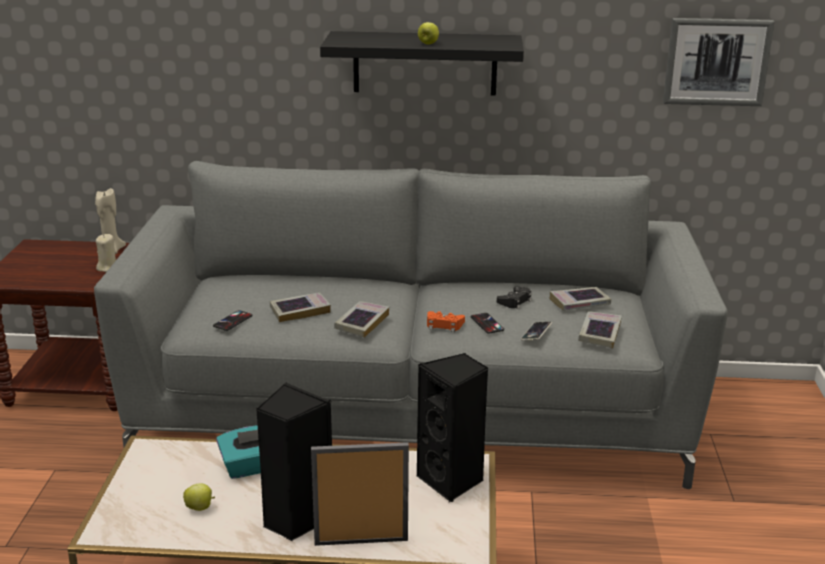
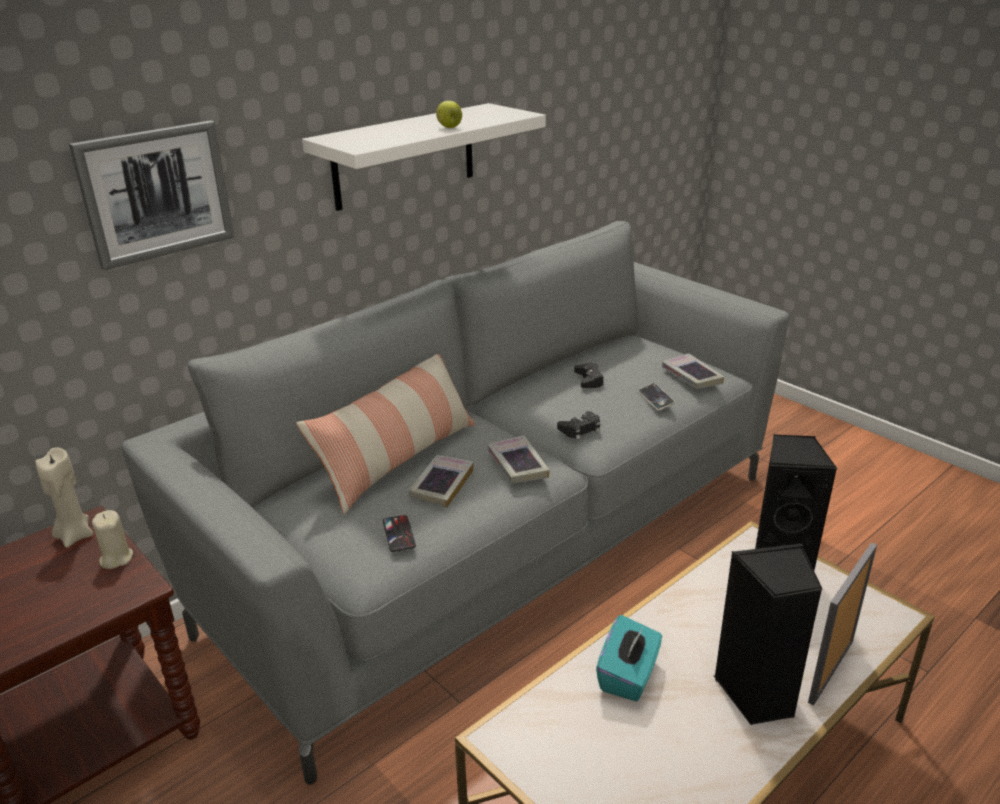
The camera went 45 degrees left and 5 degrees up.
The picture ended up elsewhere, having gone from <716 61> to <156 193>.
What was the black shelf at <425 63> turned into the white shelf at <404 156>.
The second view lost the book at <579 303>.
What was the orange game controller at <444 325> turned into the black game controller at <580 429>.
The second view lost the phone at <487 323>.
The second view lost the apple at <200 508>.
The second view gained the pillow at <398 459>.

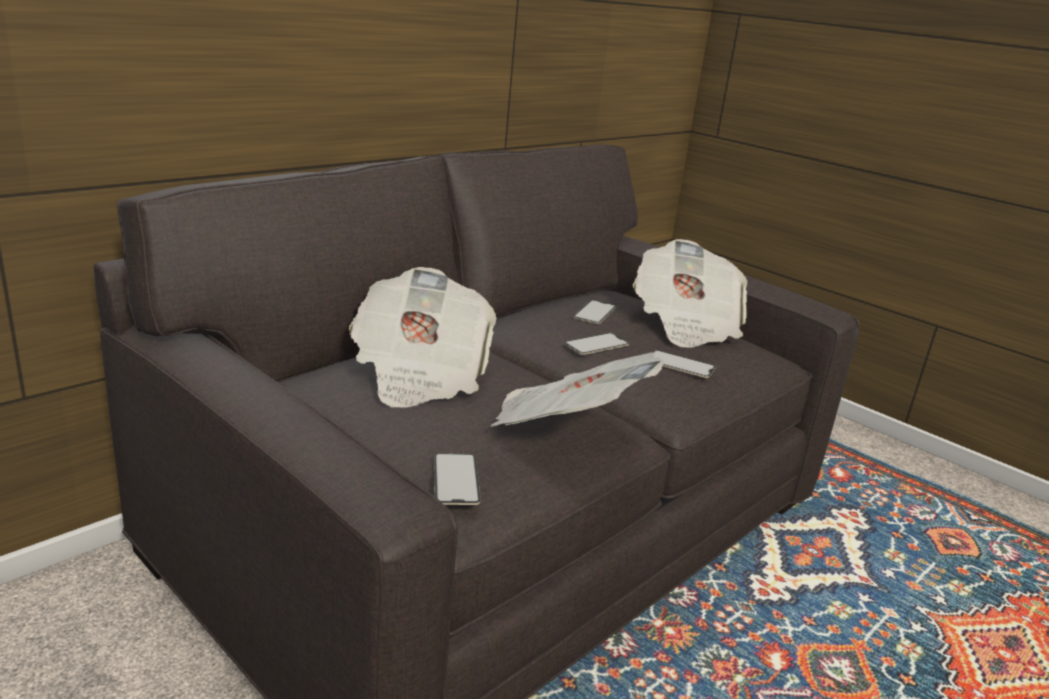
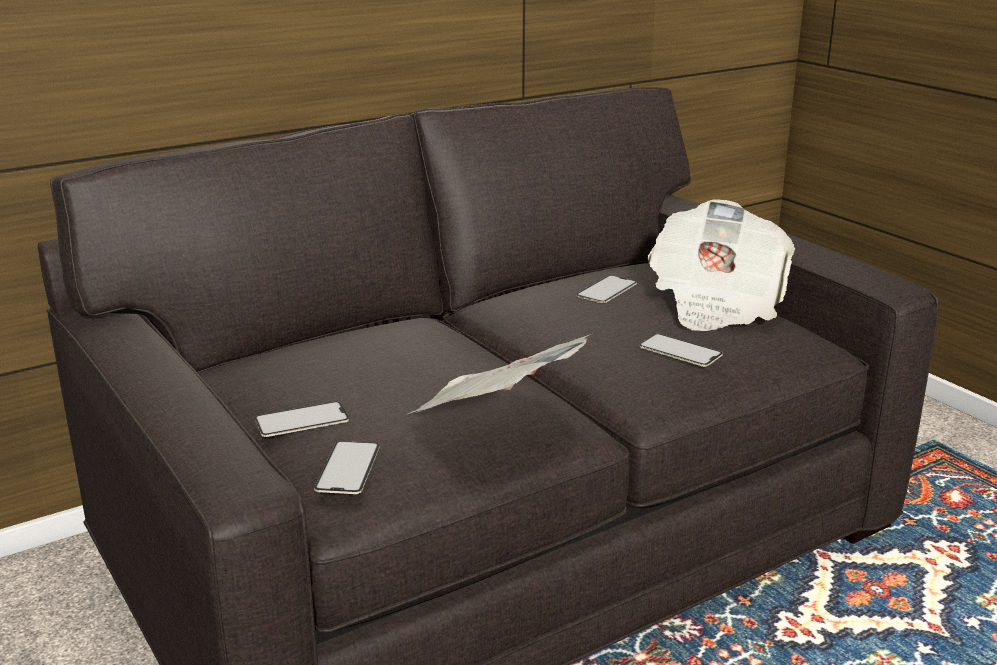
The camera went 15 degrees right and 0 degrees up.
The second view lost the newspaper at <420 374>.
The phone ended up elsewhere, having gone from <596 344> to <302 420>.

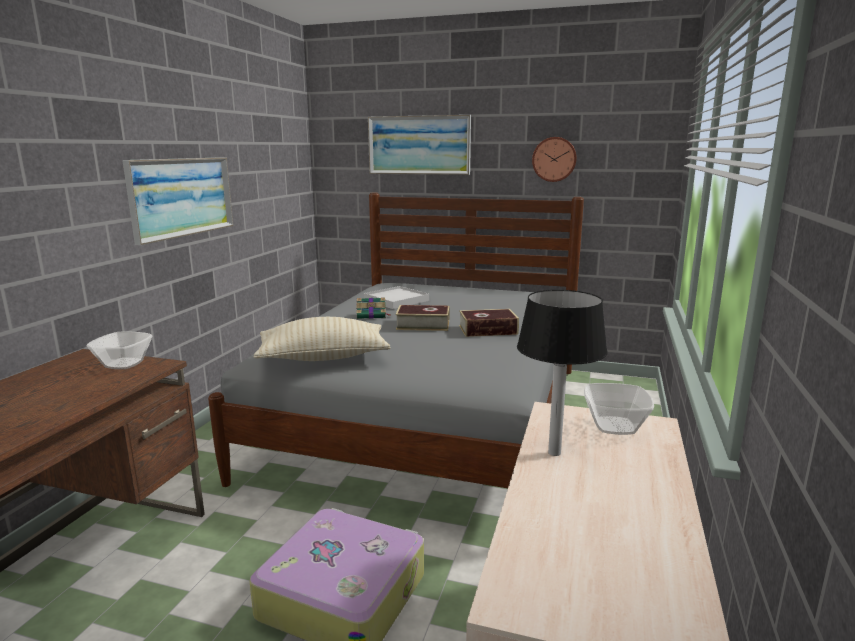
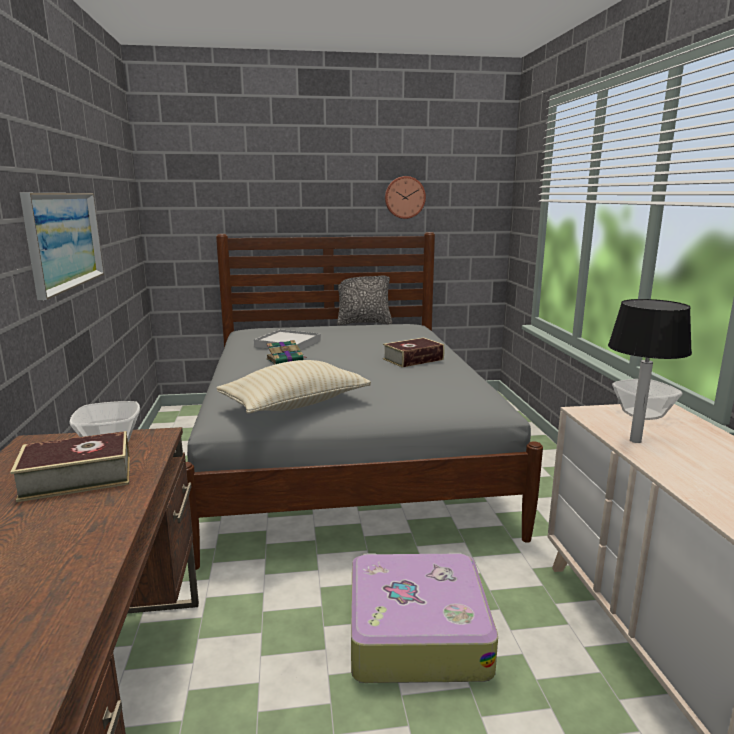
The camera went 25 degrees left and 0 degrees up.
The second view lost the picture at <419 145>.
The book ended up elsewhere, having gone from <423 325> to <77 477>.
The second view gained the pillow at <364 323>.

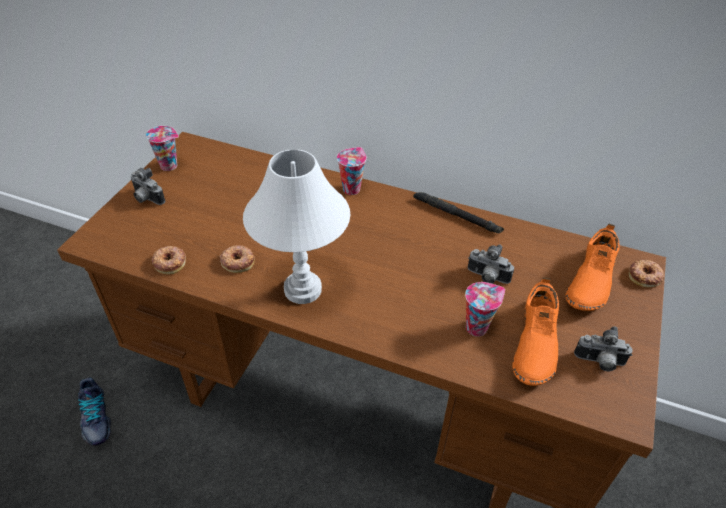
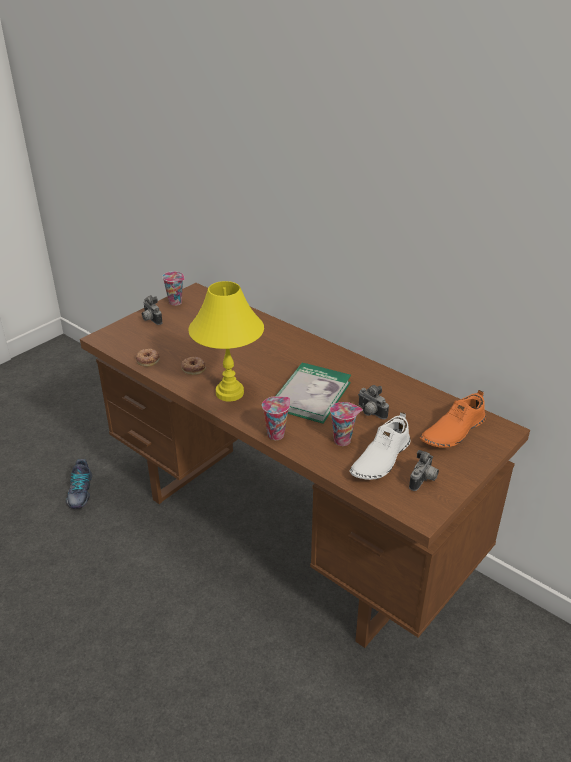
The camera went 20 degrees right and 10 degrees down.
The cup ended up elsewhere, having gone from <351 188> to <276 434>.
What was the white table lamp at <303 289> turned into the yellow table lamp at <230 393>.
The second view lost the black flashlight at <456 215>.
The second view lost the donut at <645 276>.
What was the orange shoe at <534 343> turned into the white shoe at <380 459>.
The photo camera at <599 362> ended up facing another way, 90 degrees counterclockwise from before.
The second view gained the book at <311 395>.

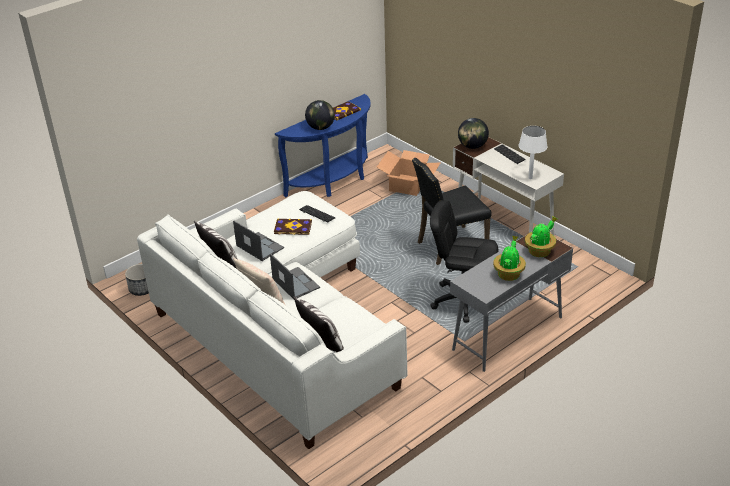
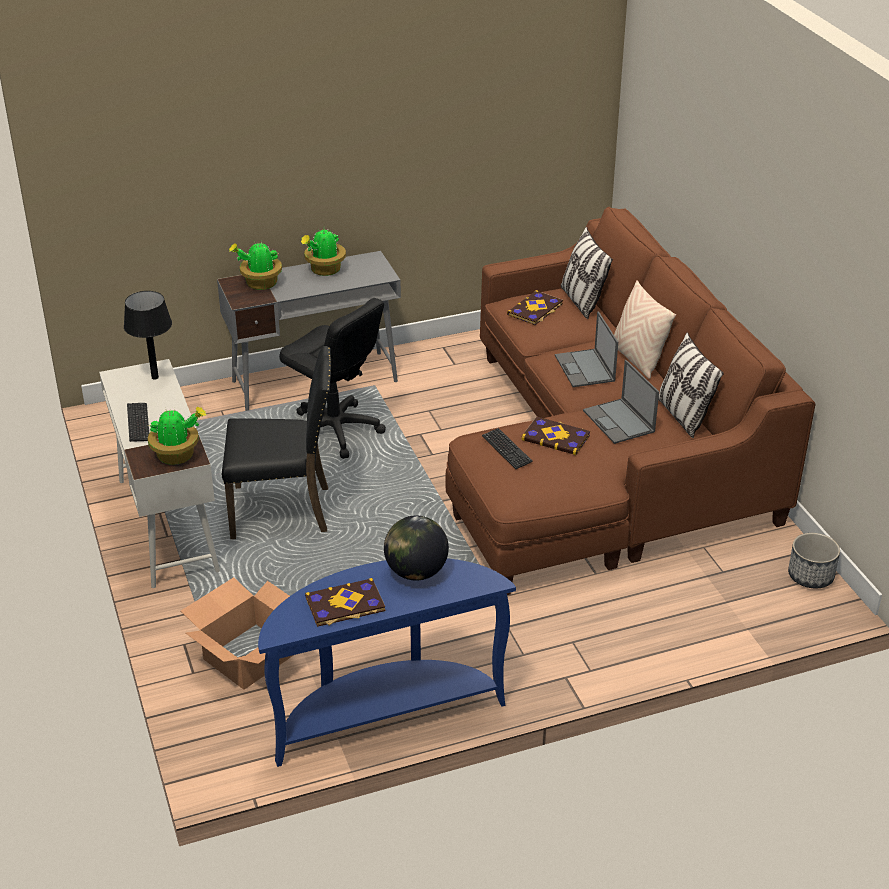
The camera went 160 degrees left and 0 degrees up.
Where the globe stood at <472 146>, the potted plant came to stand at <177 455>.
What was the white table lamp at <530 178> turned into the black table lamp at <155 377>.
What was the white sofa at <282 330> turned into the brown sofa at <603 457>.
The second view gained the book at <536 310>.

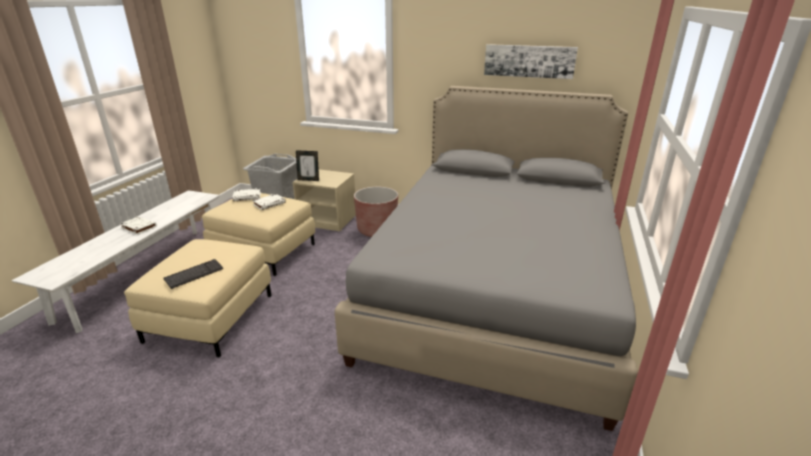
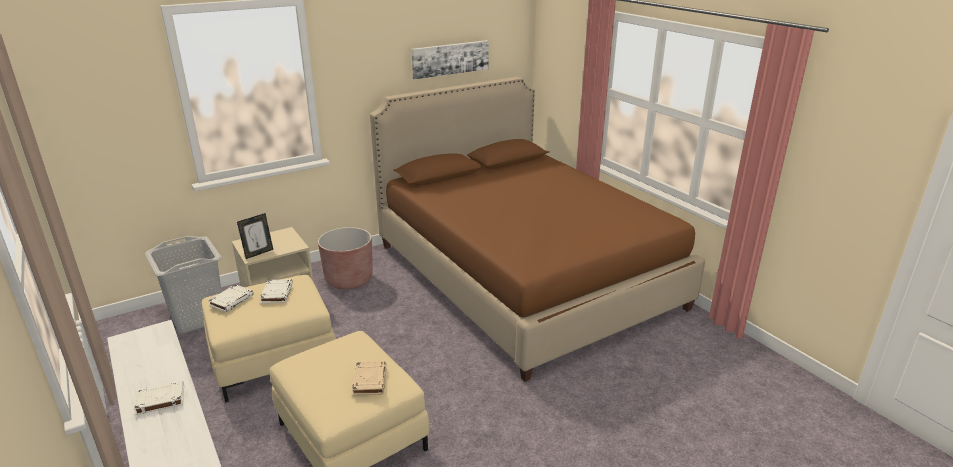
The camera went 50 degrees left and 0 degrees up.
What was the grey bed at <494 292> turned into the brown bed at <523 275>.
Where the keyboard stood at <194 274>, the beige book came to stand at <369 380>.

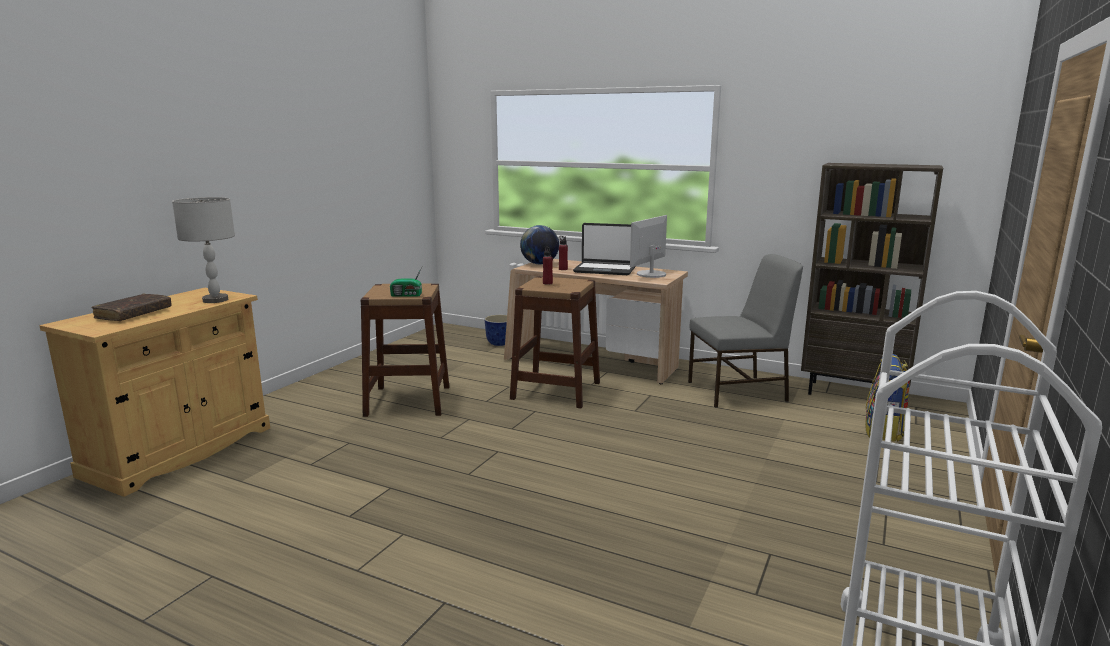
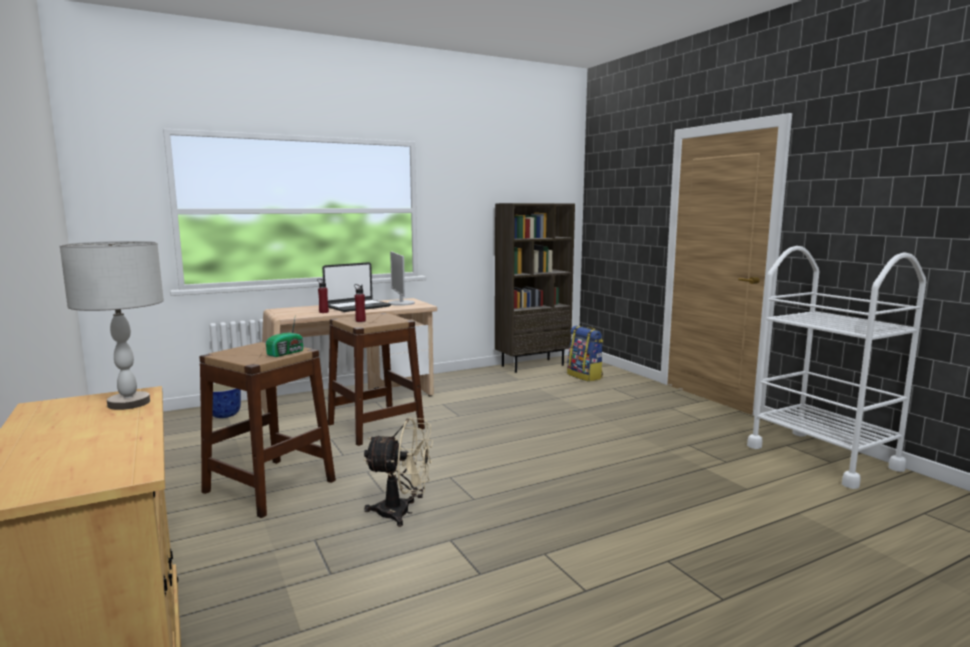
The camera went 55 degrees left and 5 degrees down.
The second view lost the globe at <539 264>.
The second view lost the grey chair at <738 391>.
The second view lost the brown book at <134 314>.
The second view gained the beige fan at <402 513>.

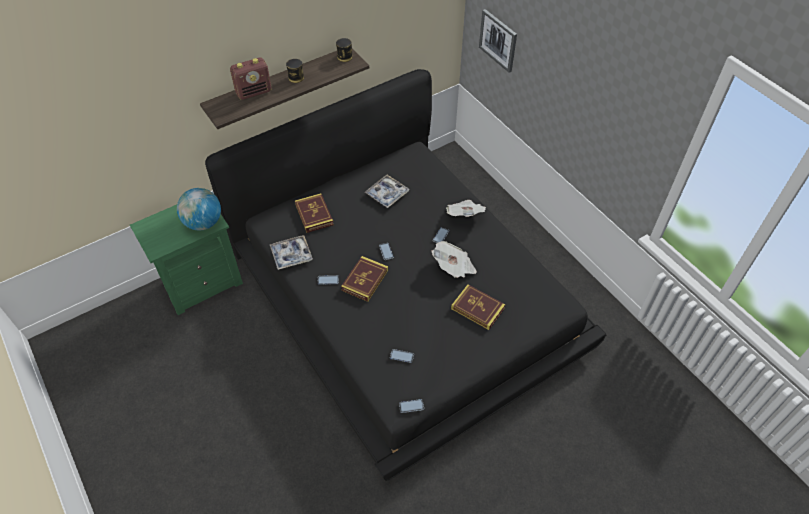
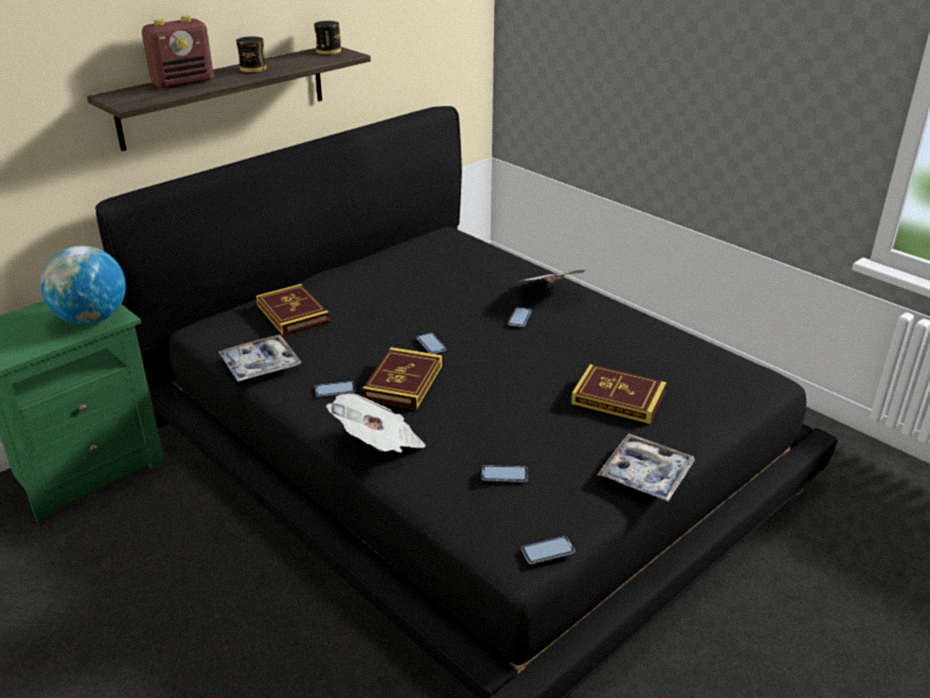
The camera went 10 degrees left and 20 degrees down.
The second view lost the picture at <498 40>.
The tray ended up elsewhere, having gone from <387 194> to <645 475>.
The newspaper ended up elsewhere, having gone from <454 267> to <378 444>.

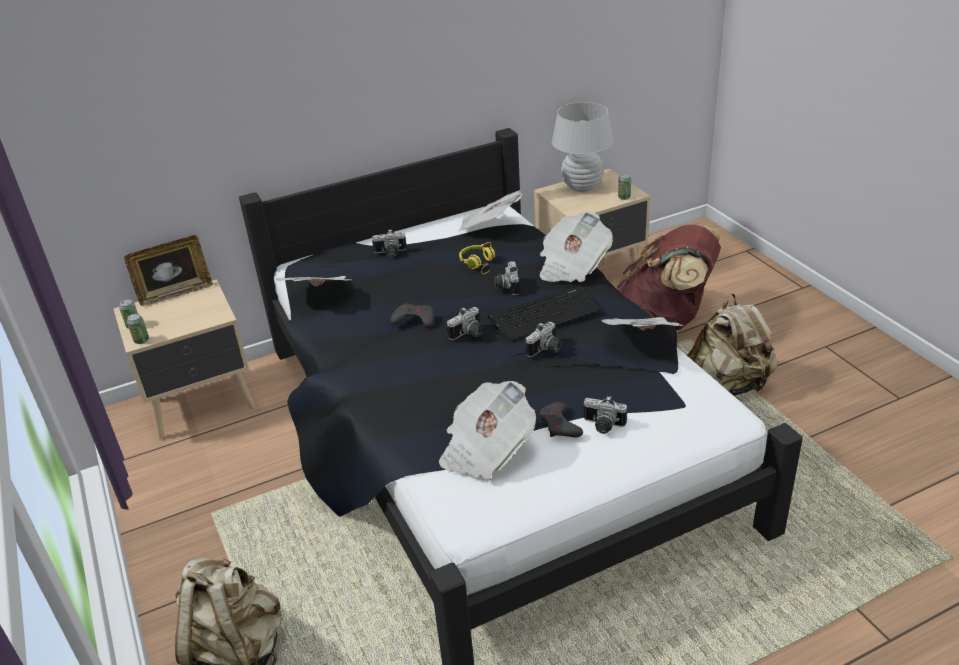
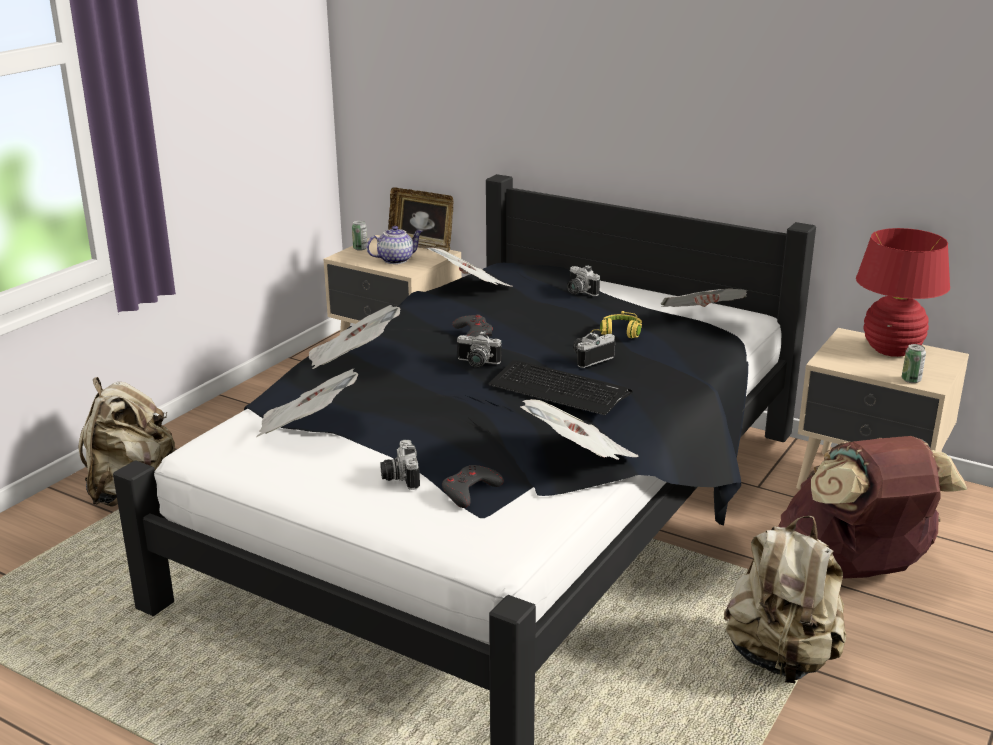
The camera went 55 degrees right and 10 degrees down.
What was the white table lamp at <582 187> turned into the red table lamp at <891 350>.
The newspaper ended up elsewhere, having gone from <572 266> to <352 360>.
The second view lost the can at <141 340>.
The second view lost the photo camera at <546 350>.
The grey game controller ended up elsewhere, having gone from <559 425> to <470 491>.
The second view gained the teapot at <395 260>.

